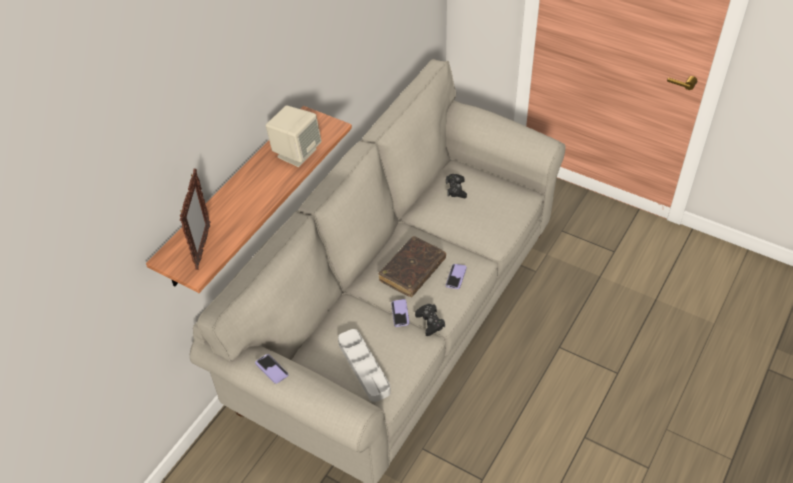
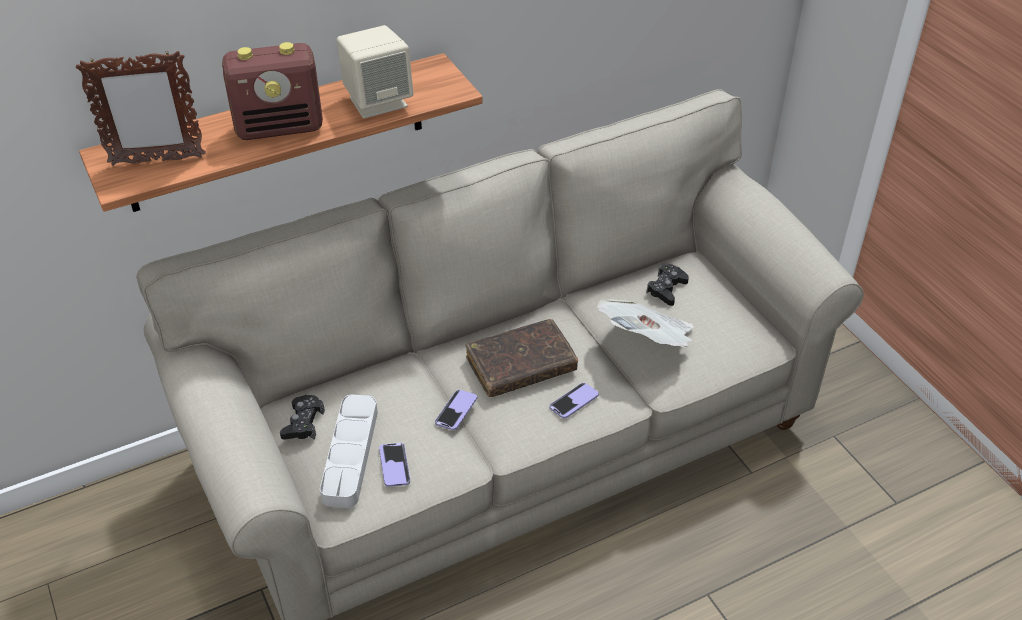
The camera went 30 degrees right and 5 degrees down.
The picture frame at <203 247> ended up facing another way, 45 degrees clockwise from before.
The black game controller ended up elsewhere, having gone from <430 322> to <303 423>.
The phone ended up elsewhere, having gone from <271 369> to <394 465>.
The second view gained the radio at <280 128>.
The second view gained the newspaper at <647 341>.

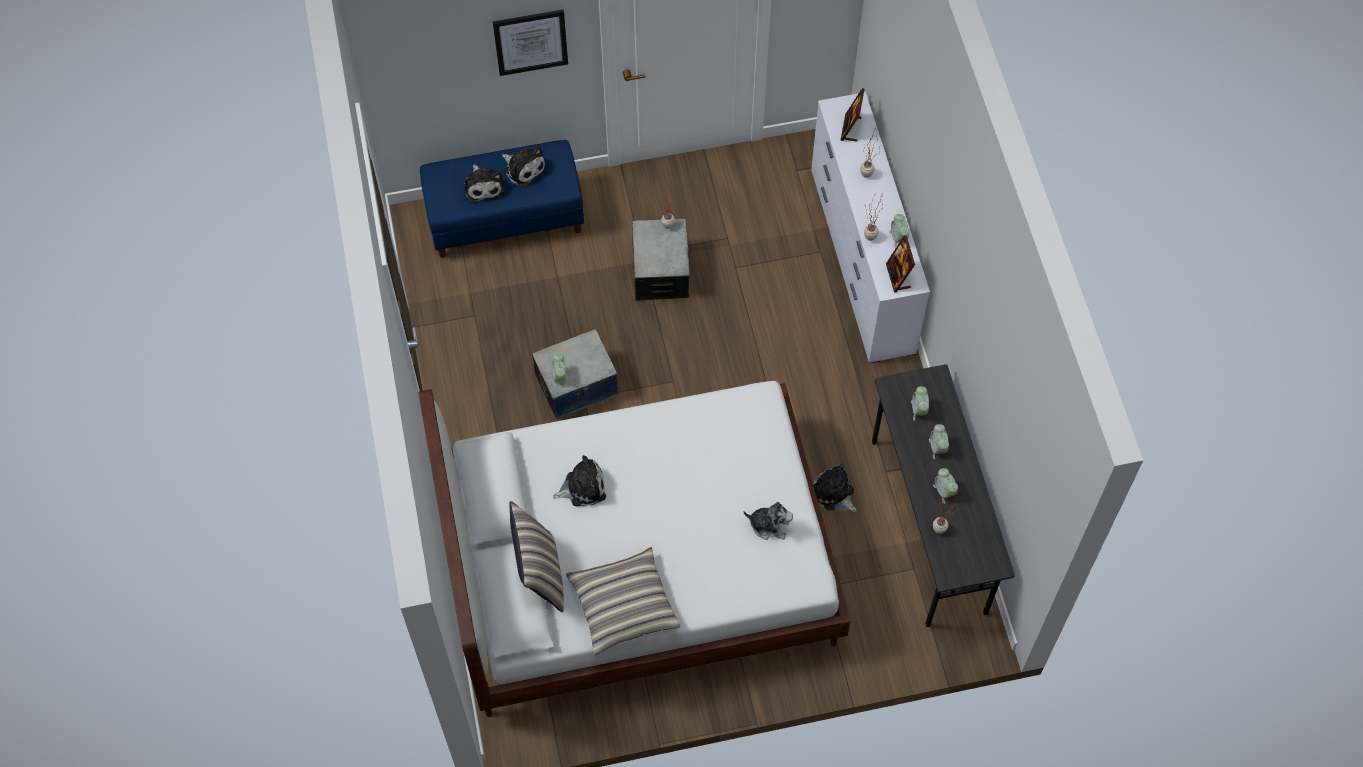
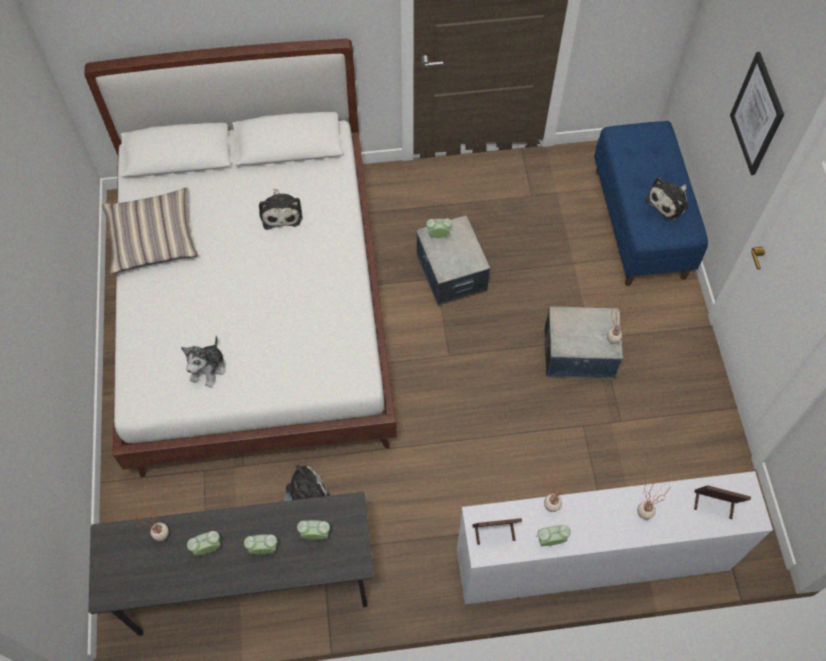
The camera went 95 degrees right and 0 degrees up.
The second view lost the plush toy at <483 186>.
The second view lost the pillow at <539 573>.

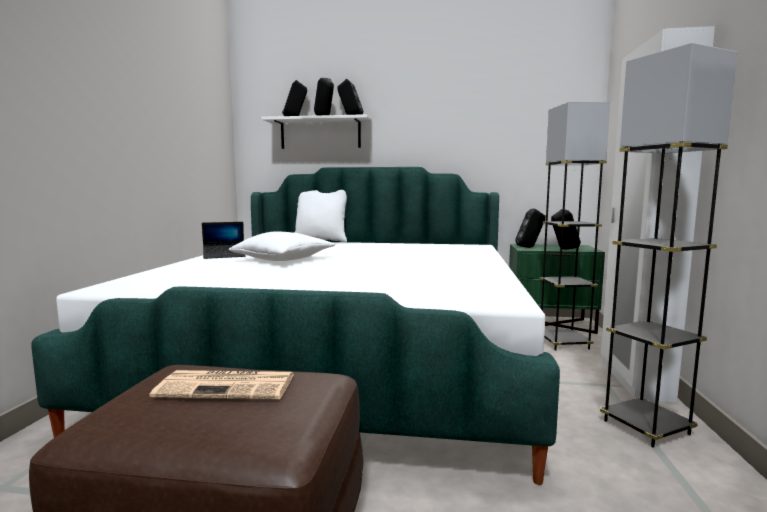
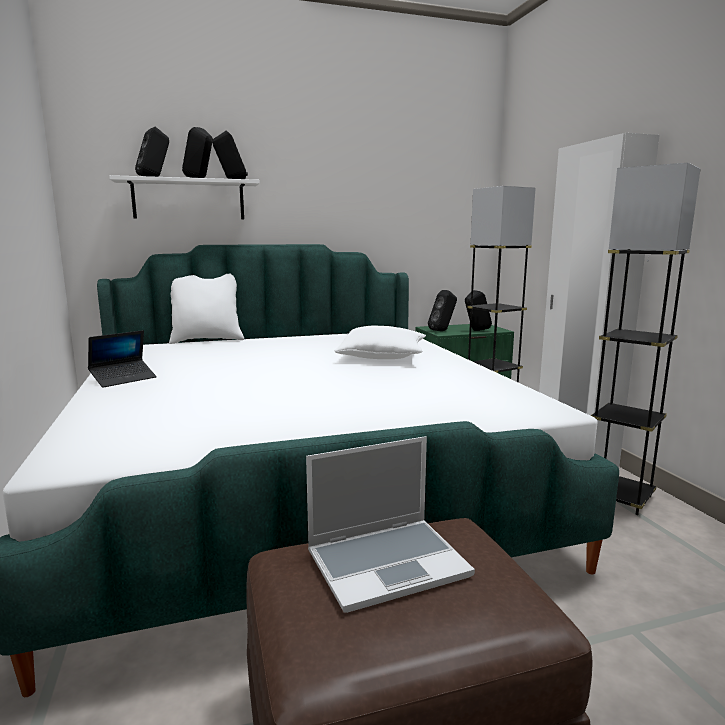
The camera went 25 degrees left and 5 degrees up.
The white pillow ended up elsewhere, having gone from <283 259> to <382 356>.
Where the newspaper stood at <229 386>, the laptop came to stand at <388 563>.

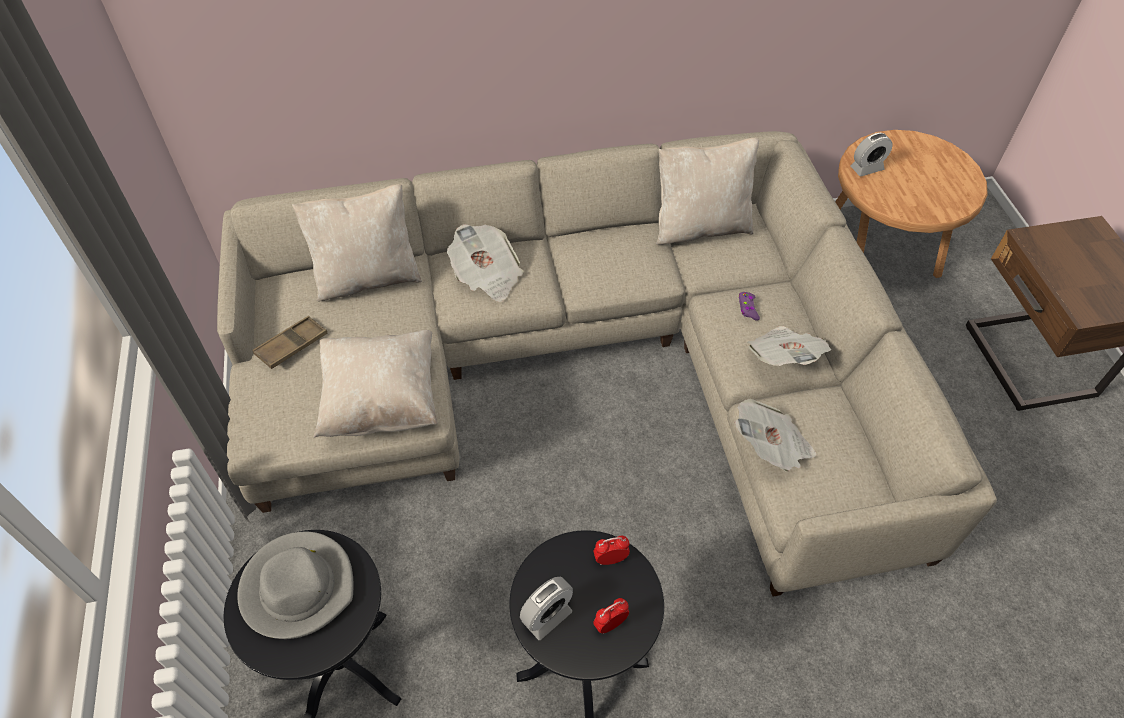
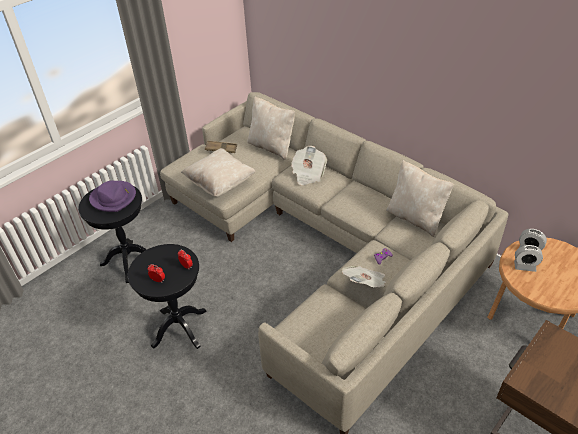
The camera went 55 degrees right and 10 degrees down.
The second view lost the newspaper at <771 448>.
What was the grey hat at <298 586> turned into the purple hat at <114 198>.
The alarm clock ended up elsewhere, having gone from <547 616> to <524 266>.

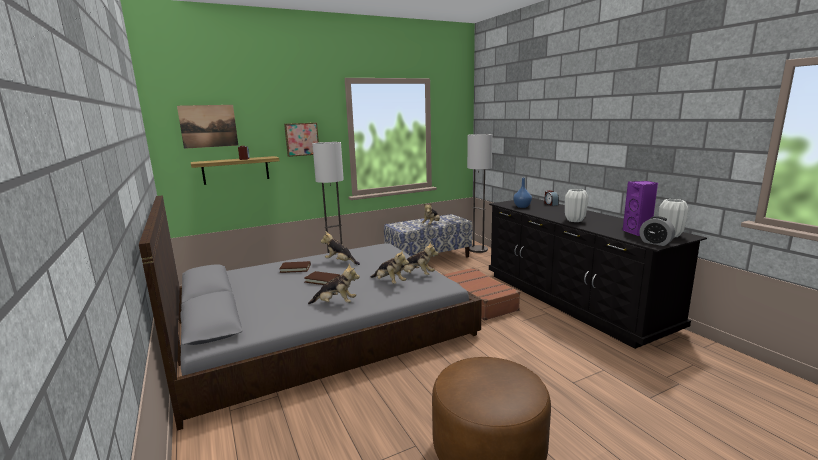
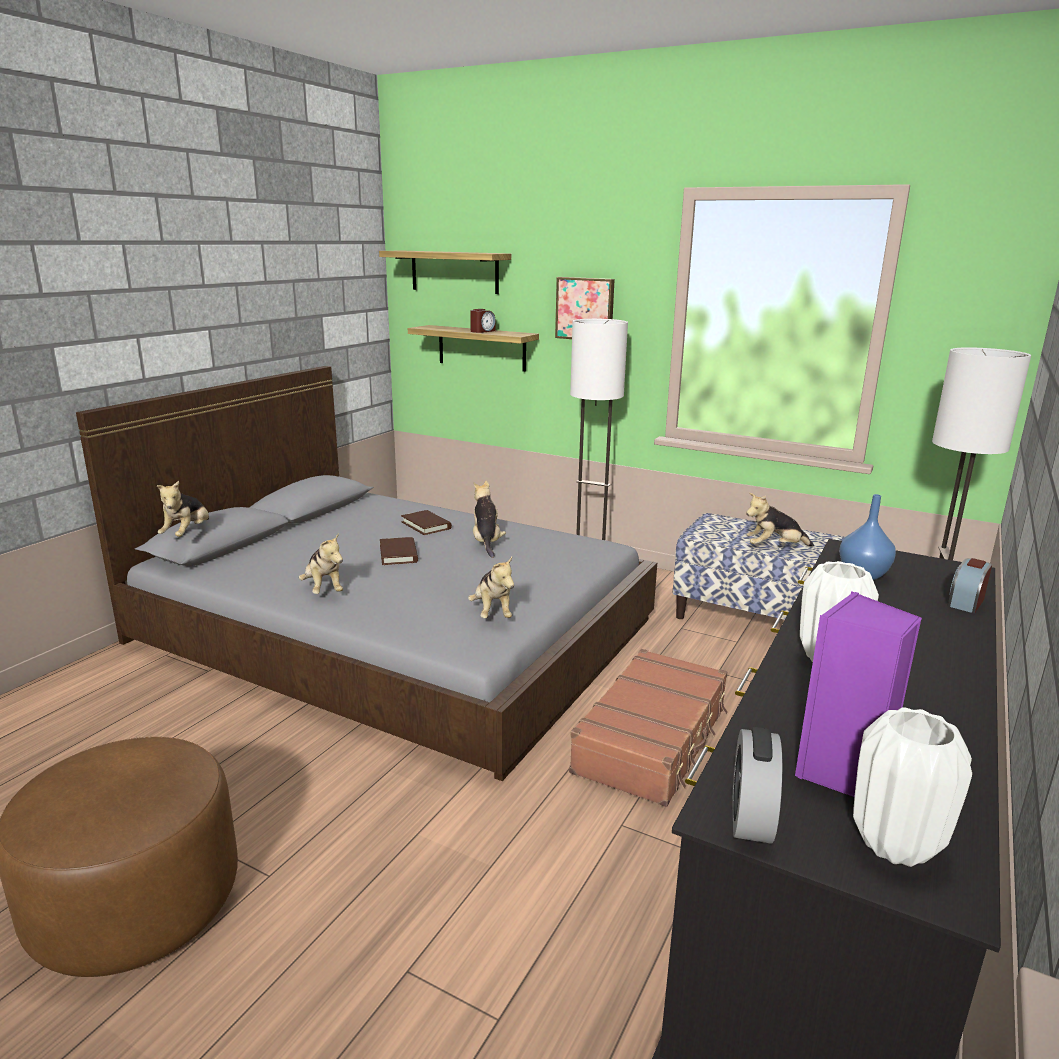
The camera went 55 degrees right and 5 degrees up.
Where the picture hung at <208 126>, the shelf came to hang at <454 272>.
The plush toy ended up elsewhere, having gone from <389 282> to <187 534>.

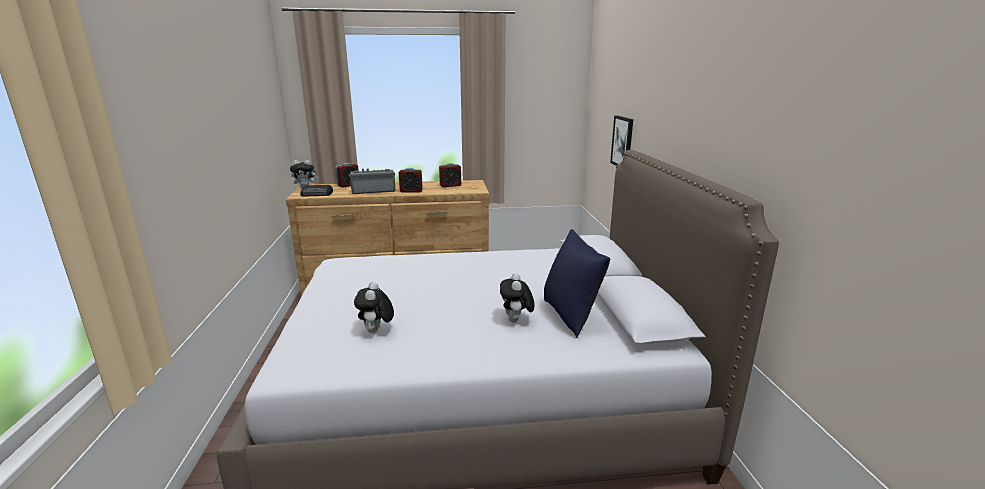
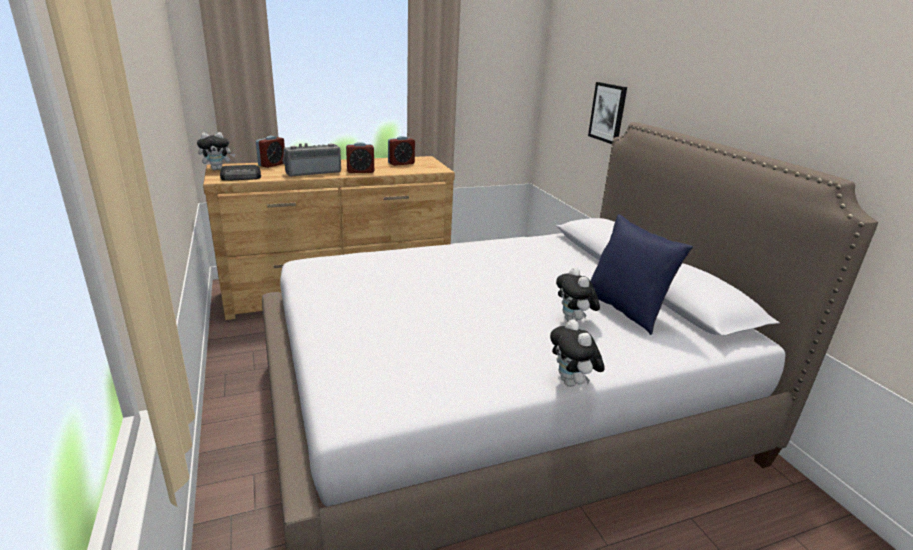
The camera went 15 degrees left and 5 degrees up.
The plush toy ended up elsewhere, having gone from <376 331> to <572 383>.

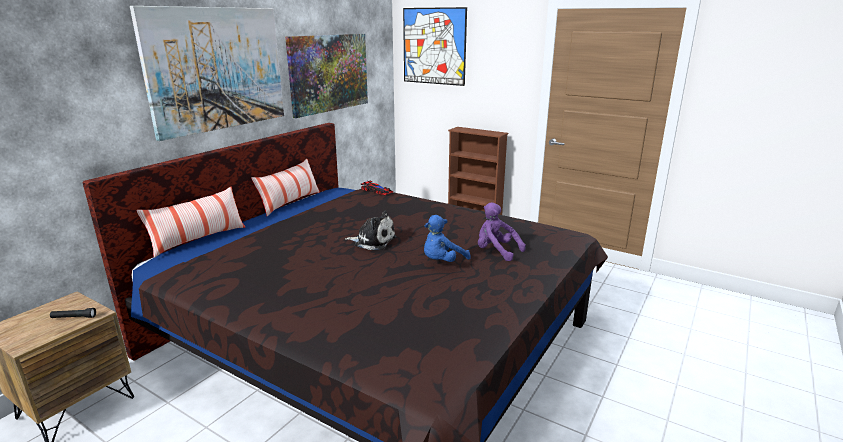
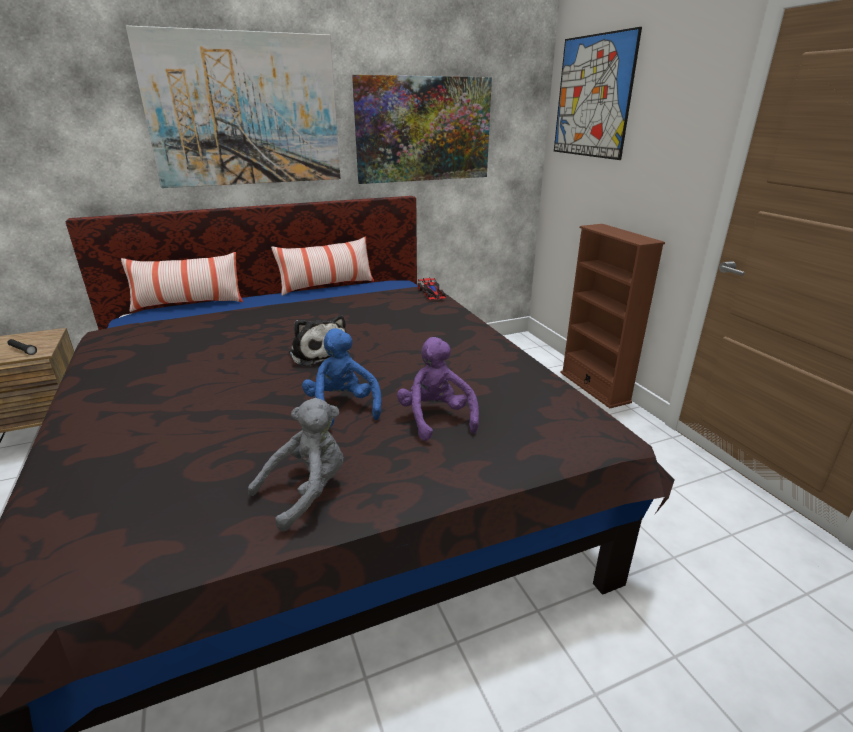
The camera went 35 degrees right and 5 degrees up.
The blue plush toy at <442 262> ended up facing another way, 75 degrees clockwise from before.
The second view gained the grey plush toy at <307 492>.

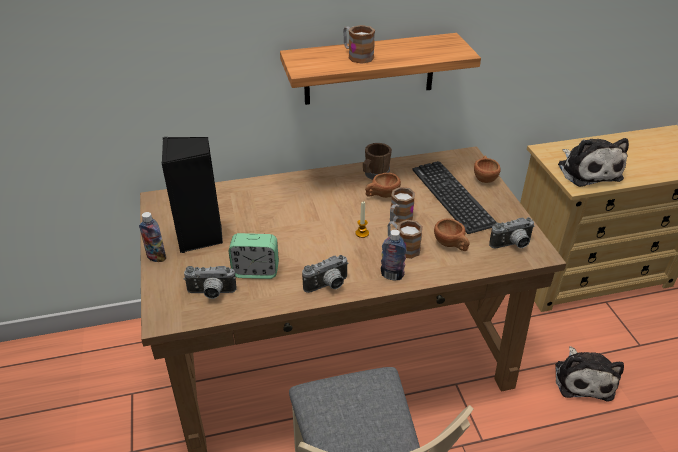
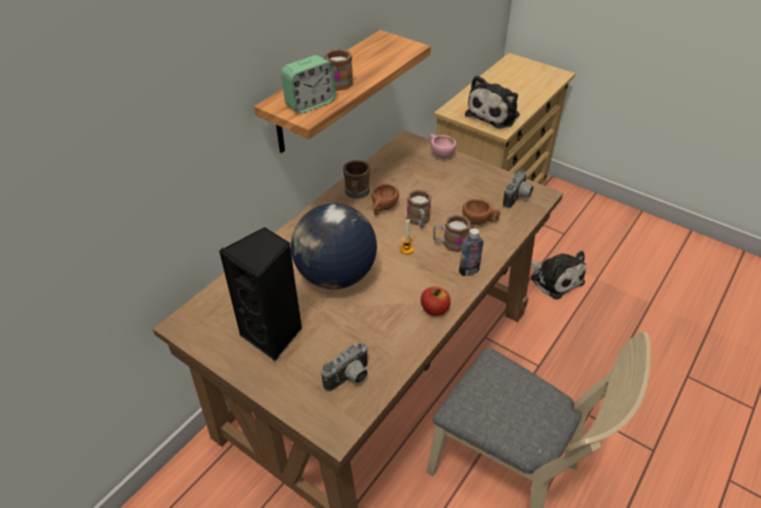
The camera went 40 degrees left and 5 degrees up.
The plush toy at <587 170> ended up facing another way, 90 degrees clockwise from before.
What was the brown cup at <484 177> turned into the pink cup at <439 153>.
The second view lost the keyboard at <452 197>.
The second view lost the bottle at <156 257>.
The alarm clock ended up elsewhere, having gone from <256 271> to <310 104>.
Where the photo camera stood at <328 286>, the apple came to stand at <434 309>.
The second view gained the globe at <336 276>.

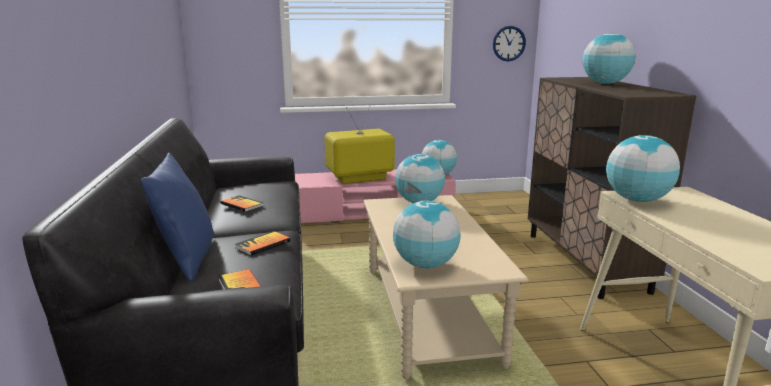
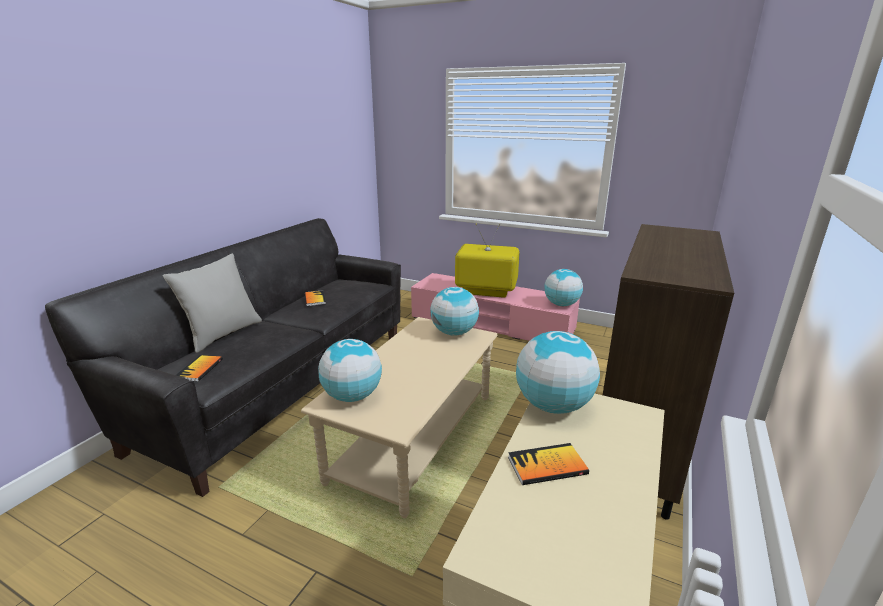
The camera went 35 degrees right and 5 degrees up.
The second view lost the wall clock at <509 43>.
The second view lost the globe at <605 83>.
What was the blue pillow at <187 258> turned into the grey pillow at <223 334>.
The book ended up elsewhere, having gone from <263 244> to <547 466>.

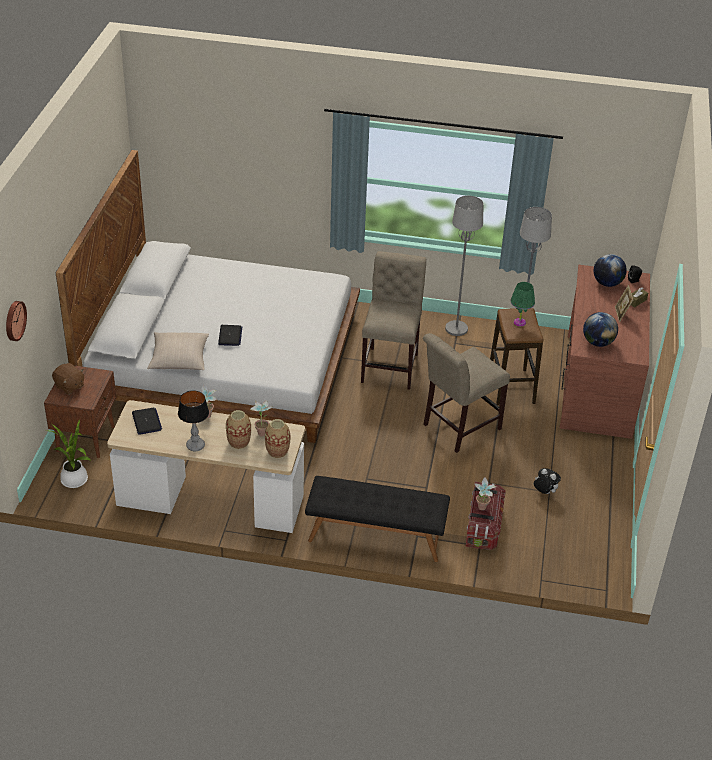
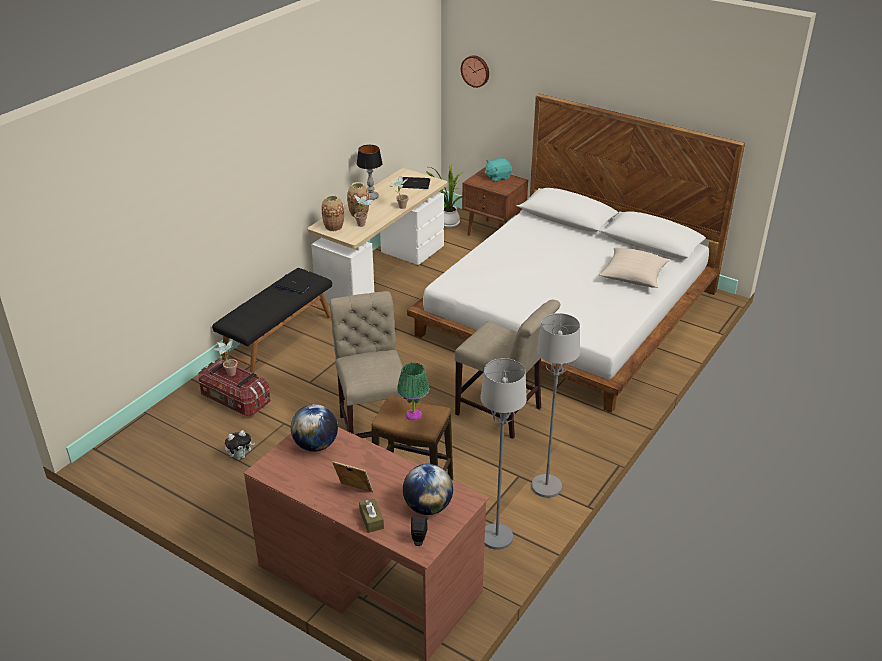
The camera went 115 degrees right and 5 degrees down.
The laptop ended up elsewhere, having gone from <230 336> to <294 284>.
The beige pillow ended up elsewhere, having gone from <179 359> to <633 276>.
What was the brown plush toy at <69 386> turned into the turquoise plush toy at <497 177>.

